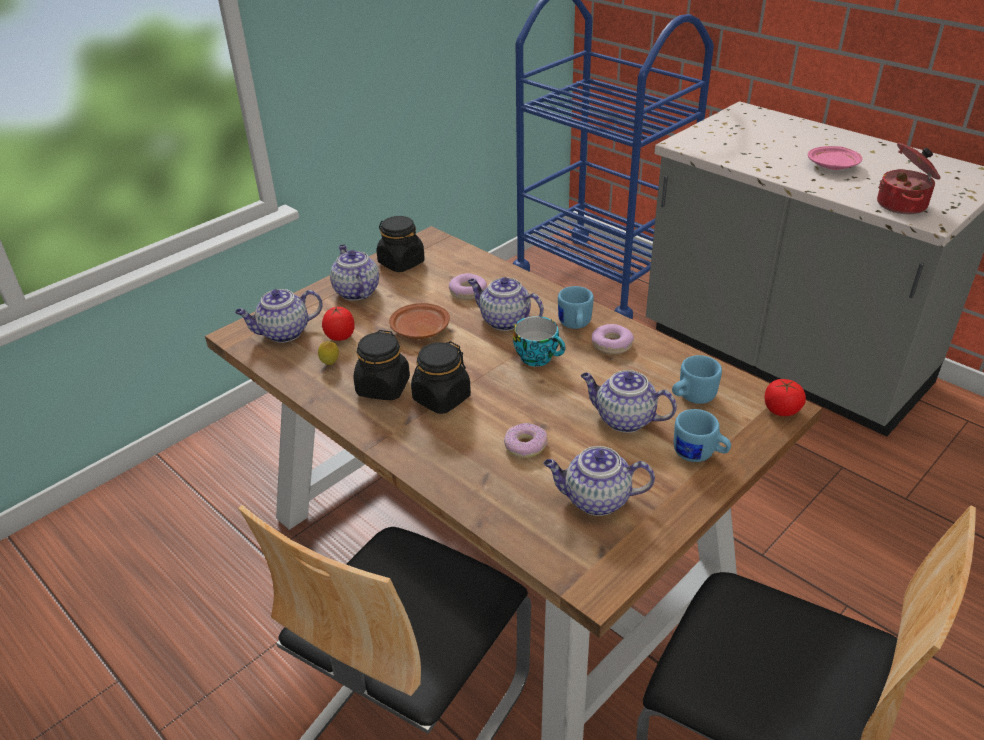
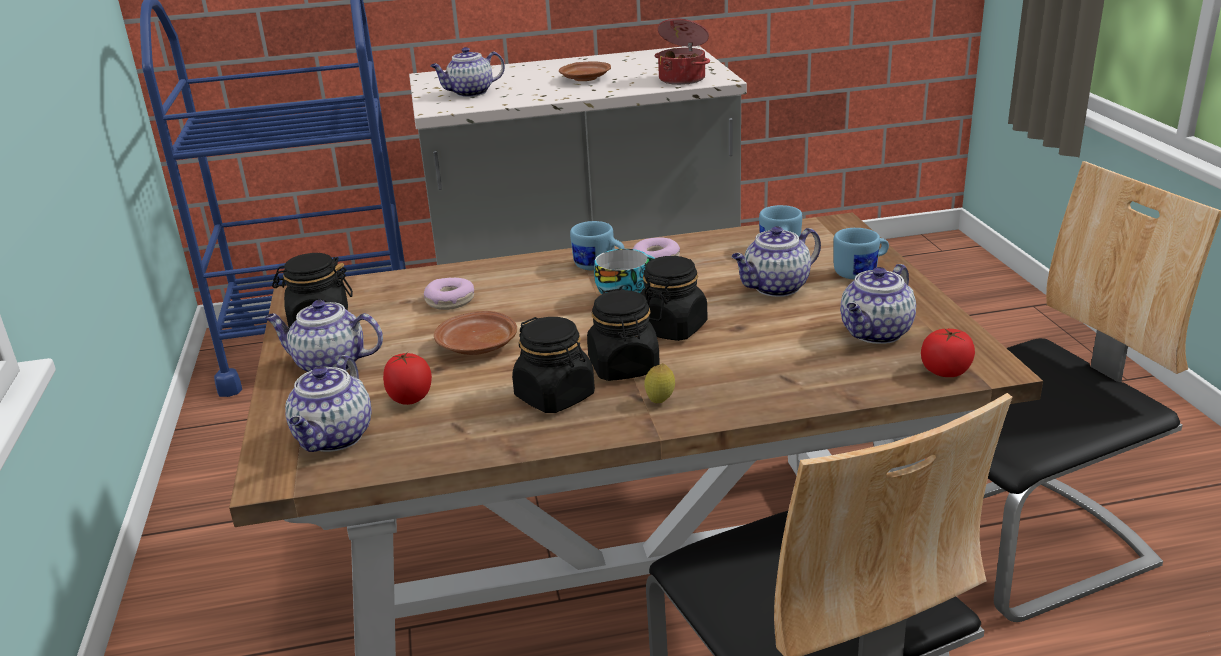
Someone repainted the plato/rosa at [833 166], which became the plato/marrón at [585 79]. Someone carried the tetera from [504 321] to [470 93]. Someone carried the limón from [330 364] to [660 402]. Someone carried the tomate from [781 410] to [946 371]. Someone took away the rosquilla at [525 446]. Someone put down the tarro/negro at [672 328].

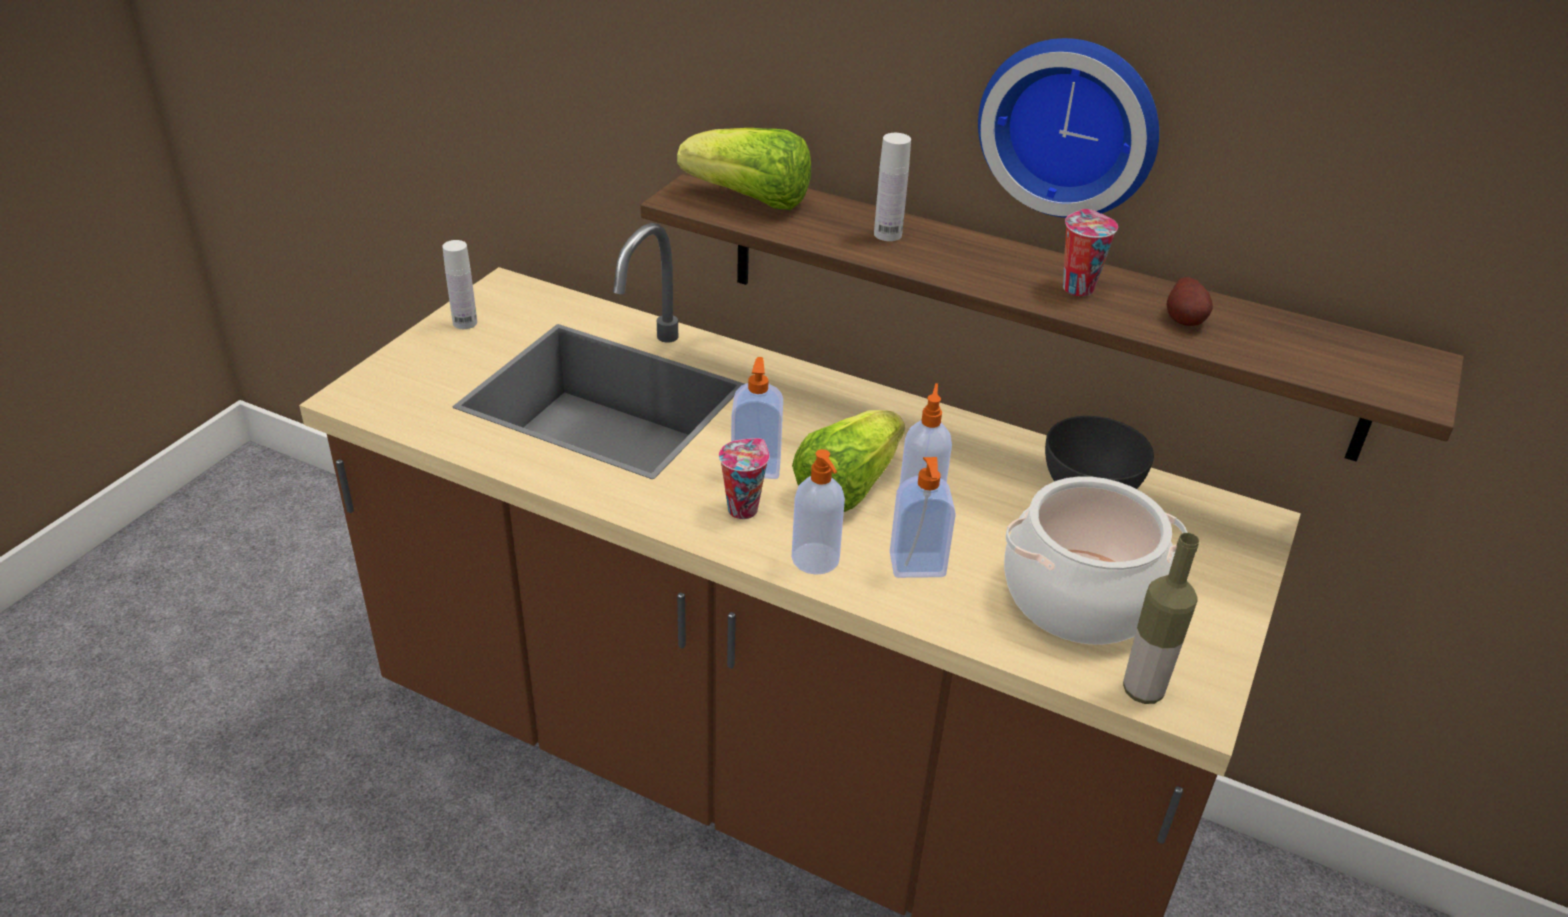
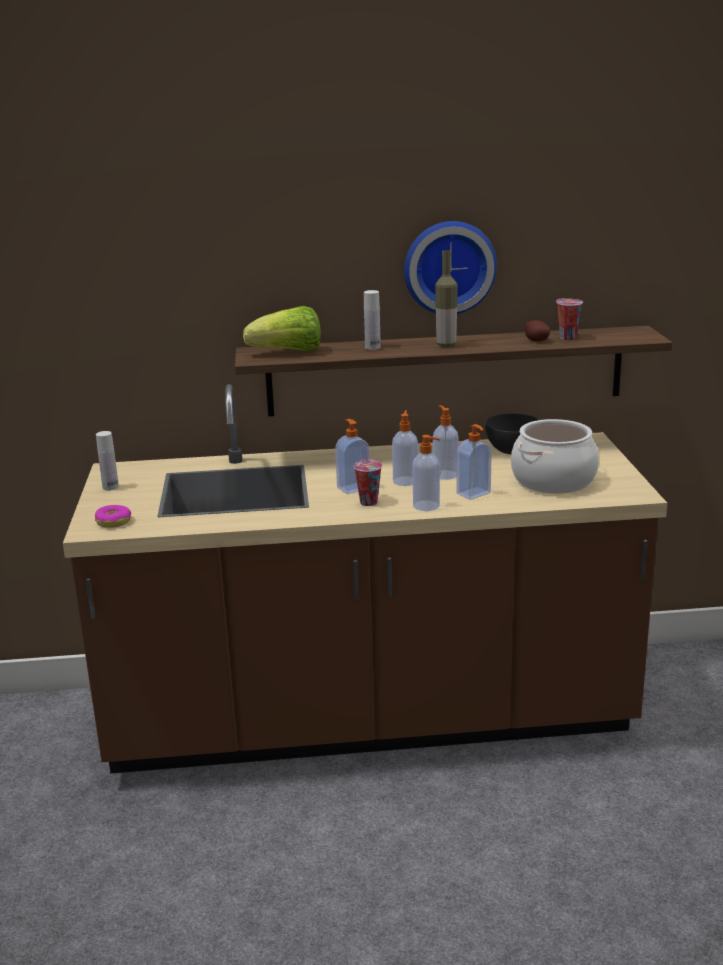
Someone carried the taza from [1076 287] to [566 338]. Someone swapped the lechuga at [847 486] for the dispensador de jabón at [405 481]. Someone carried the botella from [1143 690] to [446 345]. Someone put down the rosquilla at [113 522].

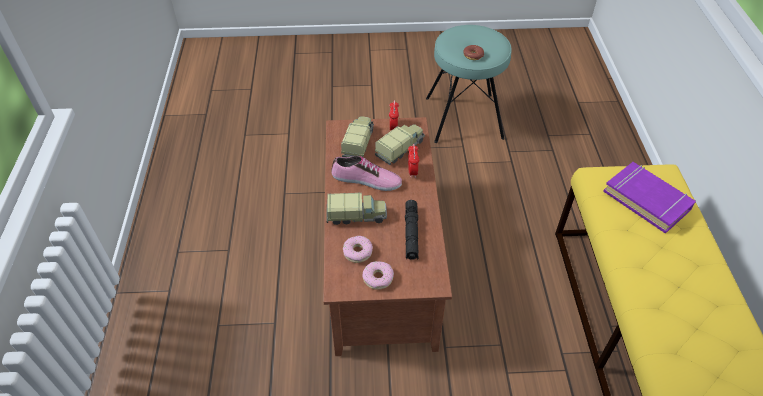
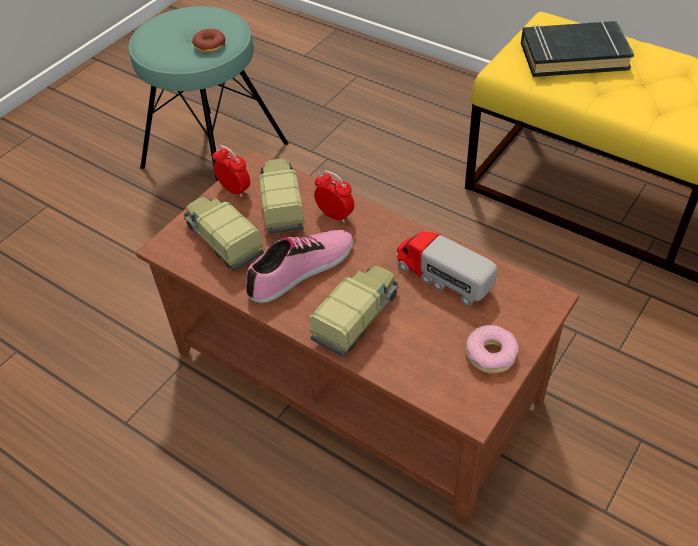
Someone repainted the libro/morado at [646 200], which became the libro/negro at [573 55]. Someone swapped the linterna/negro at [411 233] for the camión de juguete at [442 276]. Someone took away the rosquilla at [357 252].

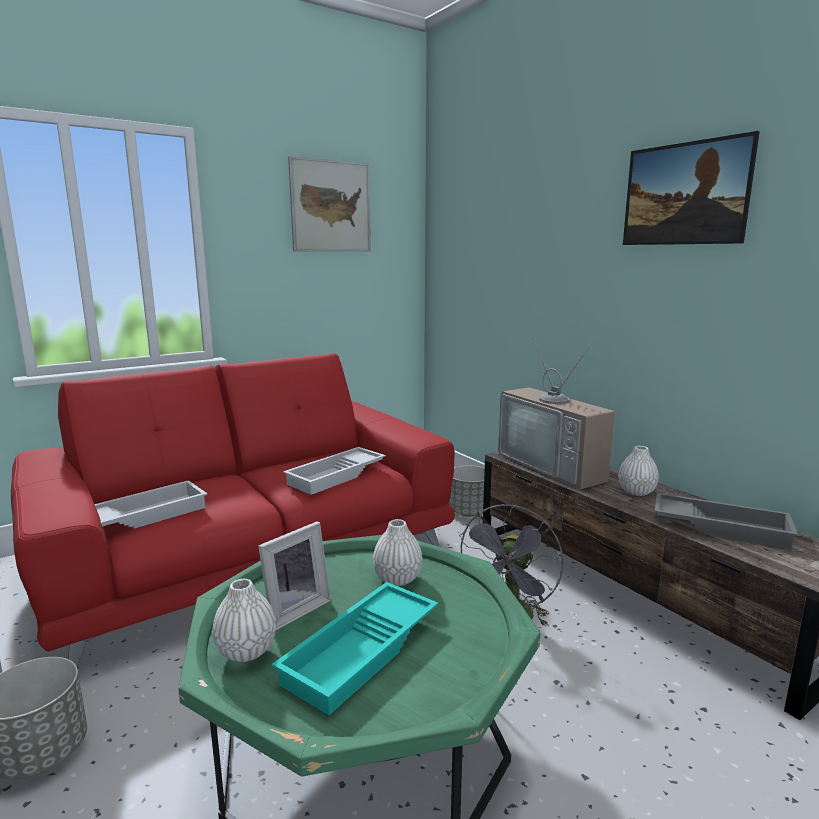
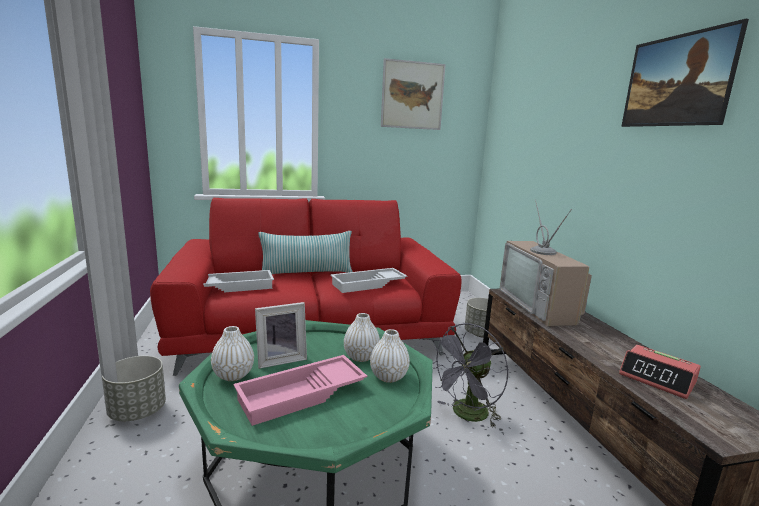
Someone carried the florero/blanco from [636 492] to [388 377]. Someone swapped the bandeja/gris at [720 526] for the despertador at [657 379]. Someone repainted the bandeja/turquesa at [363 653], which became the bandeja/rosa at [301 395]. Someone put down the cojín at [307 273].

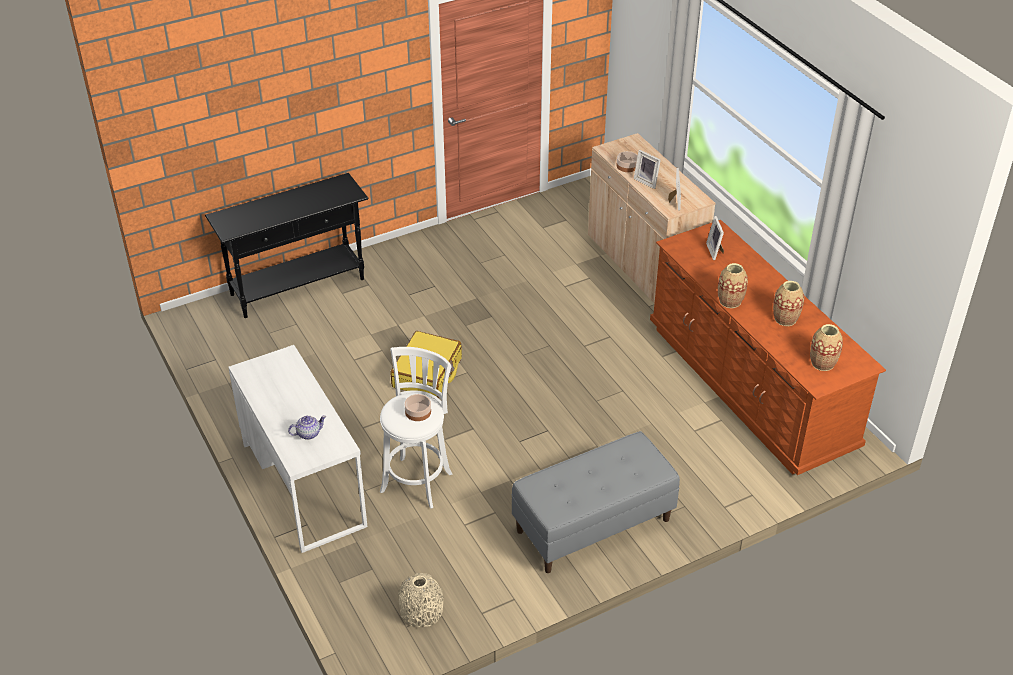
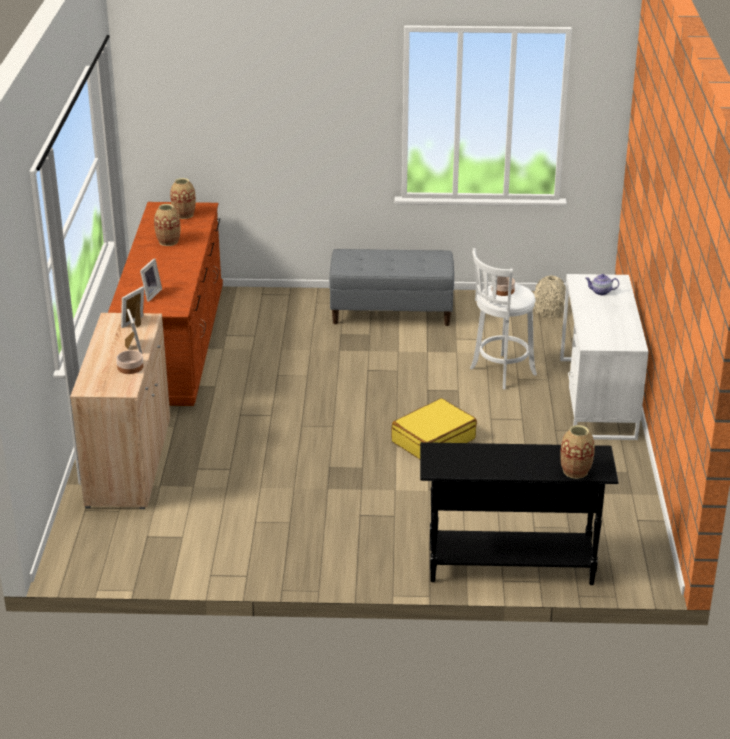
Someone carried the florero from [730 301] to [575 471].

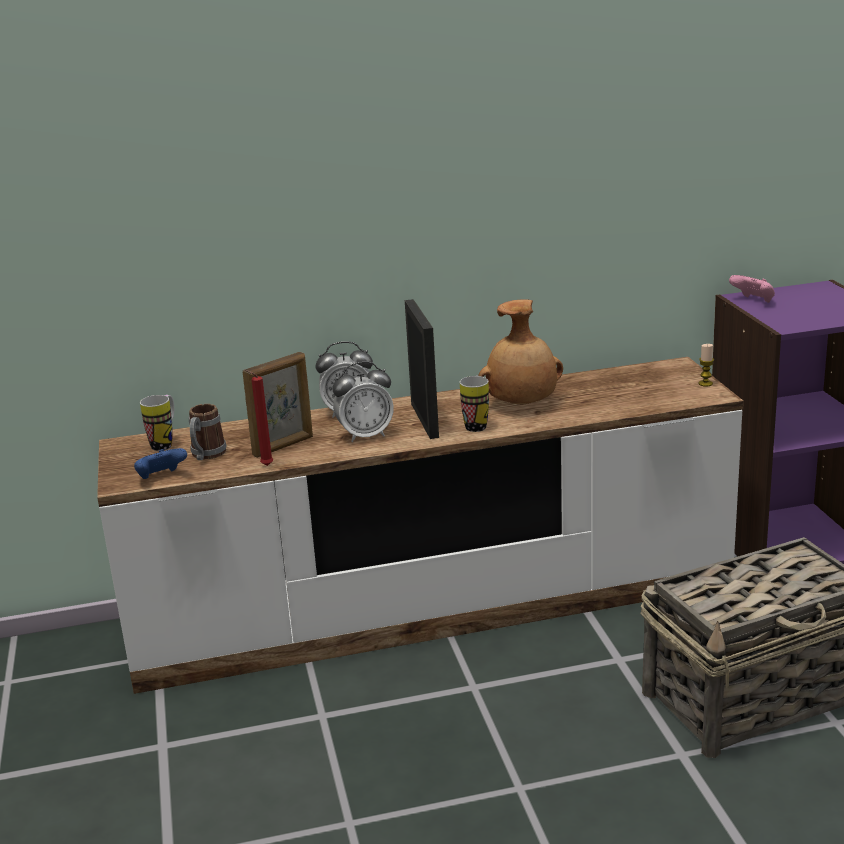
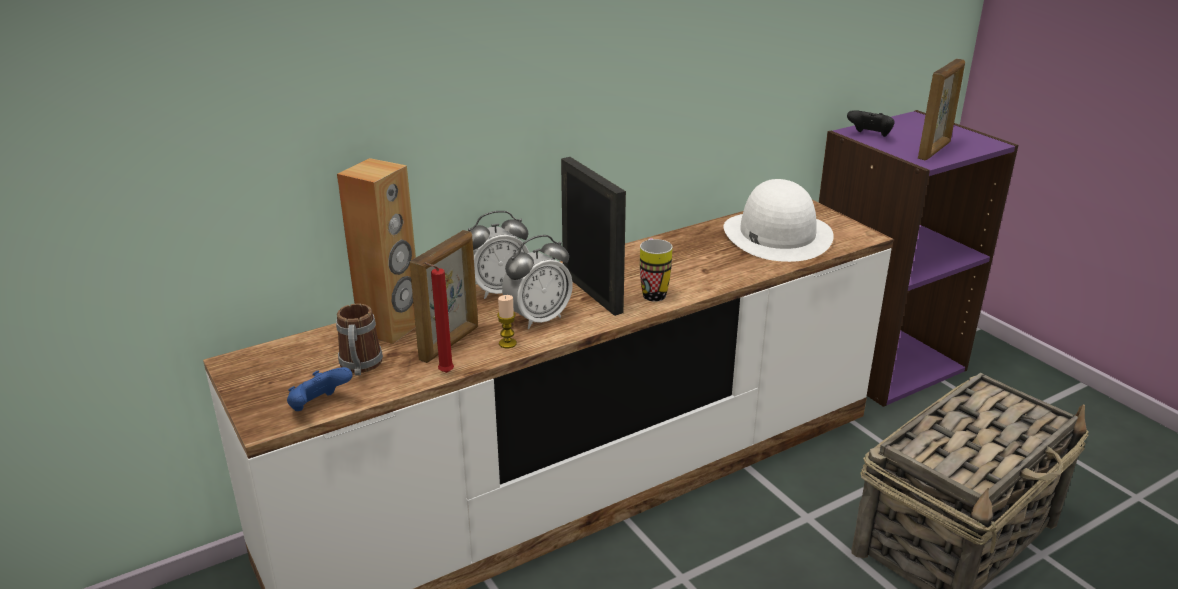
Someone repainted the mando de consola/rosa at [753 301], which became the mando de consola/negro at [869 136]. Someone took away the florero/marrón at [522 404]. Someone carried the vela from [705 383] to [507 343]. Someone took away the taza grande at [165 443]. Someone put down the portarretratos at [934 151]. Someone put down the altavoz/marrón at [391 328]. Someone put down the sombrero/blanco at [777 235].

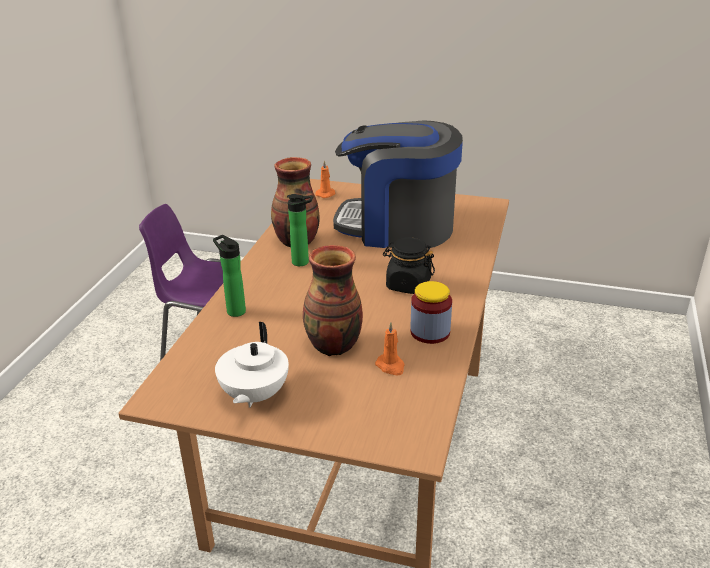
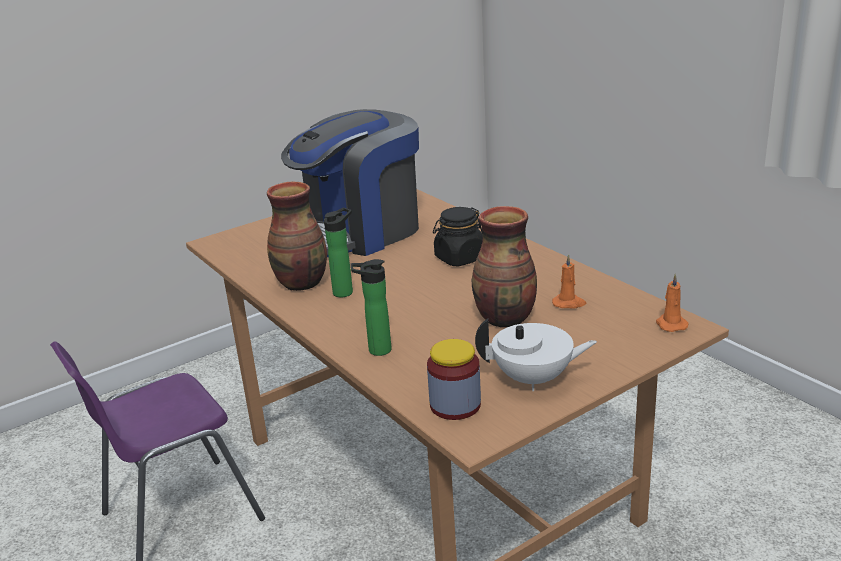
Someone carried the vela/naranja from [326 194] to [670 324]. Someone carried the tarro from [430 332] to [455 405]. Someone rotated the tetera/blanco at [254 395] by 45 degrees counterclockwise.

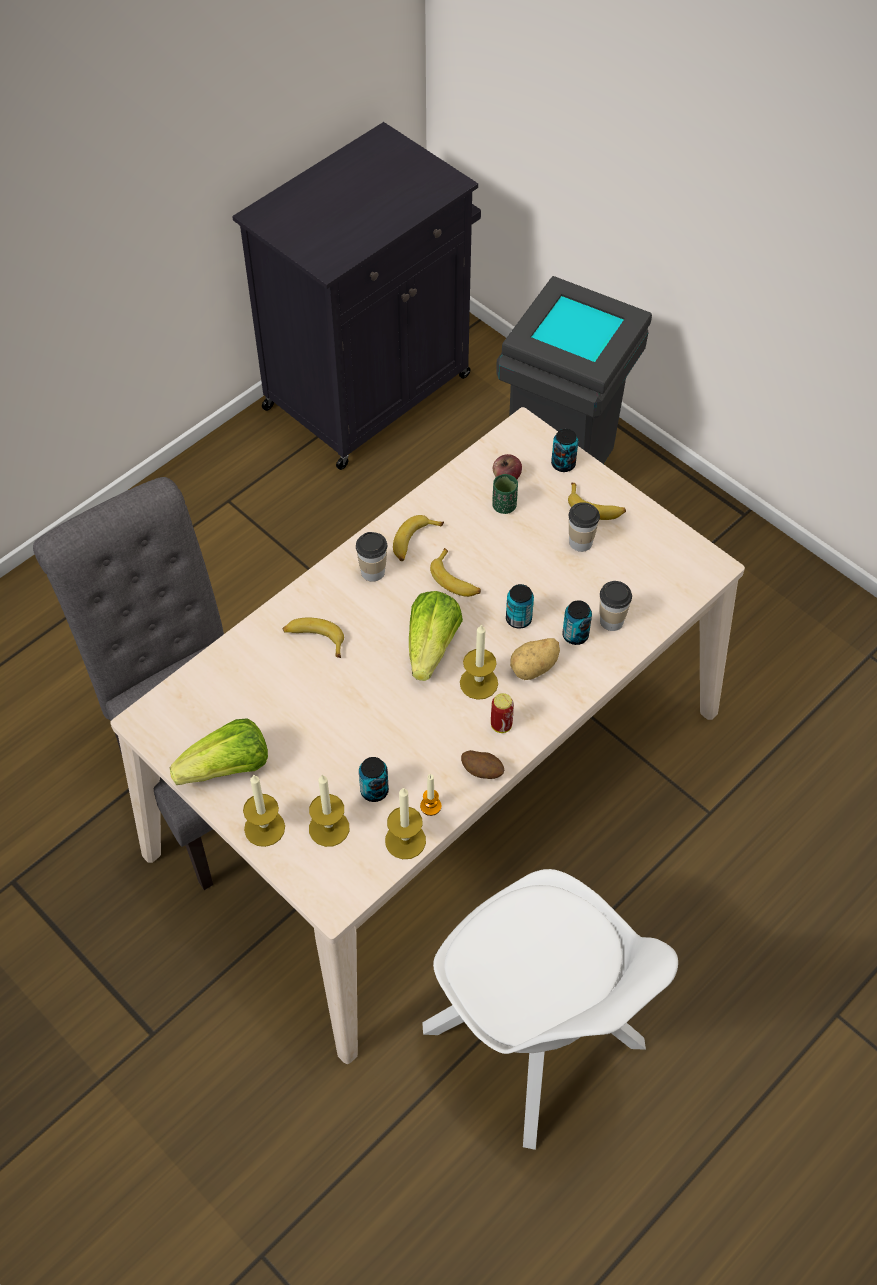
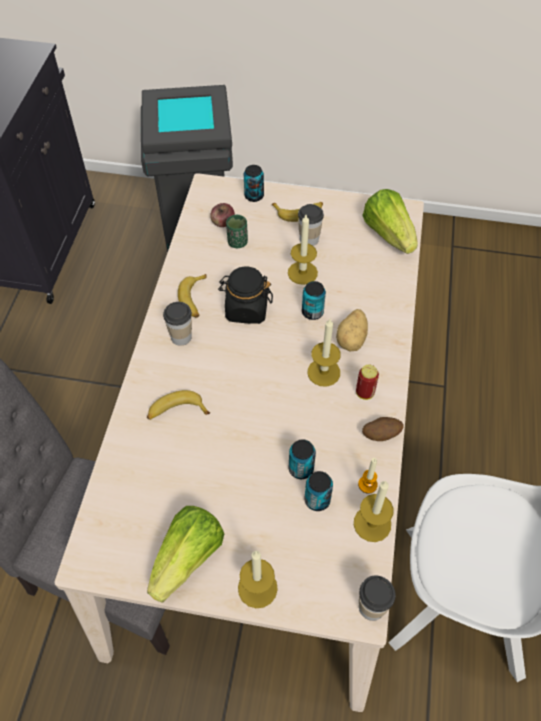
Someone swapped the plátano at [456 579] for the tarro/negro at [246 309]. Someone carried the taza from [611 621] to [371 607]. Someone carried the lechuga from [432 646] to [388 234]. Someone carried the lata from [575 635] to [301 468]. Someone carried the vela from [329 828] to [302 273].

